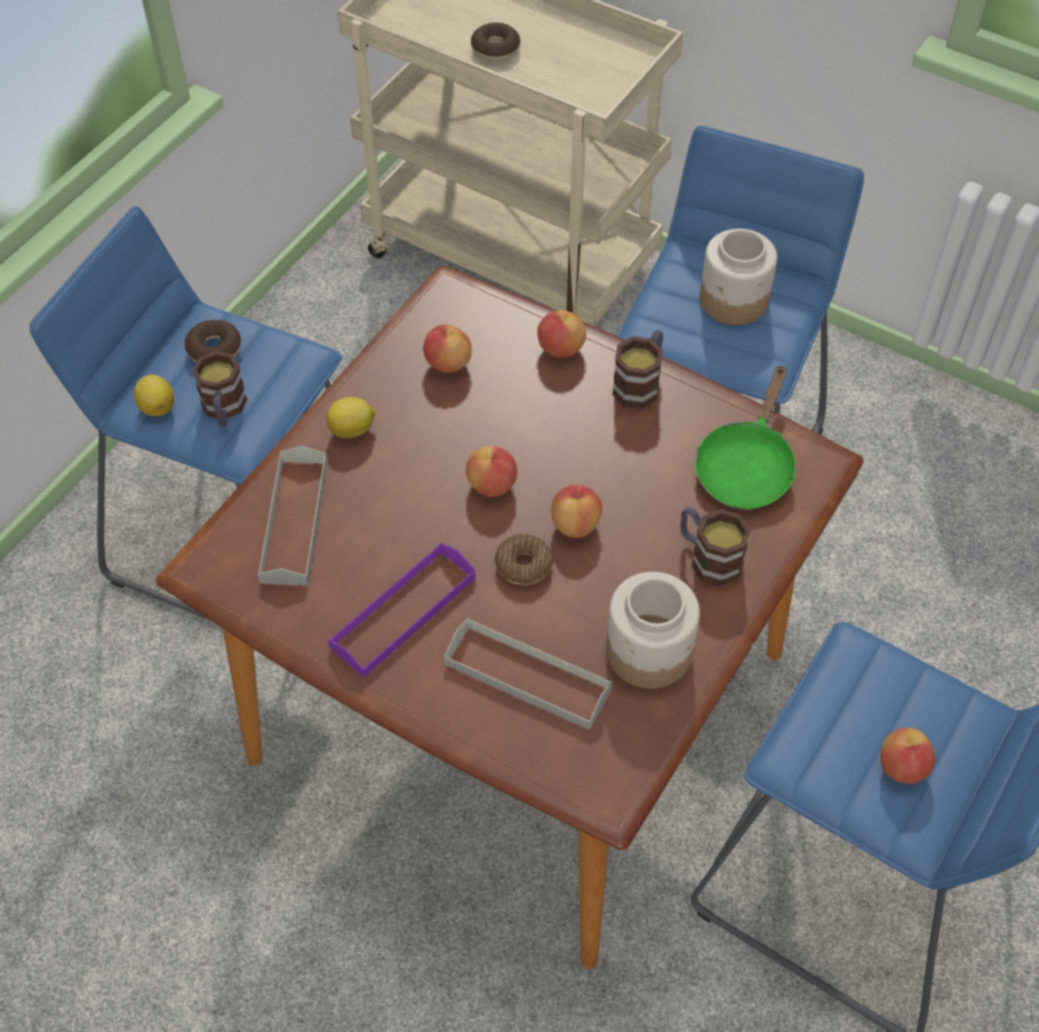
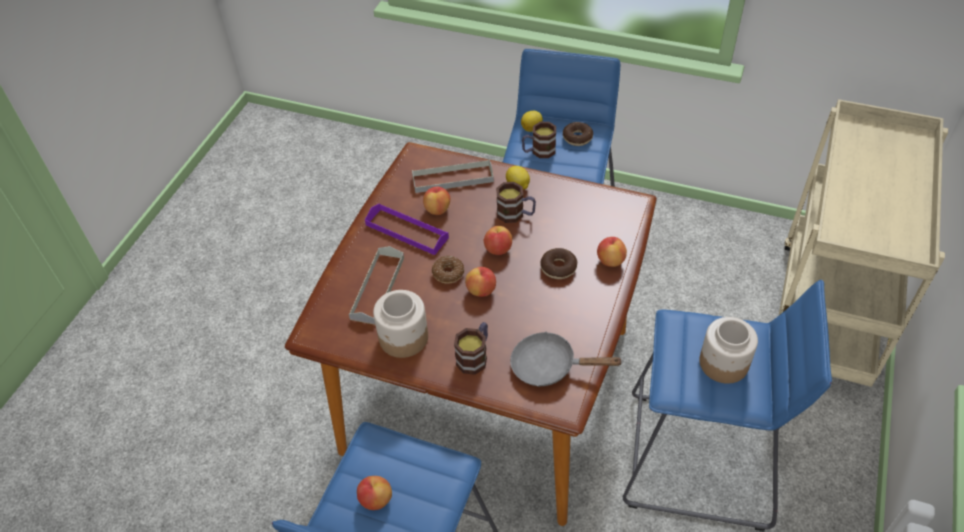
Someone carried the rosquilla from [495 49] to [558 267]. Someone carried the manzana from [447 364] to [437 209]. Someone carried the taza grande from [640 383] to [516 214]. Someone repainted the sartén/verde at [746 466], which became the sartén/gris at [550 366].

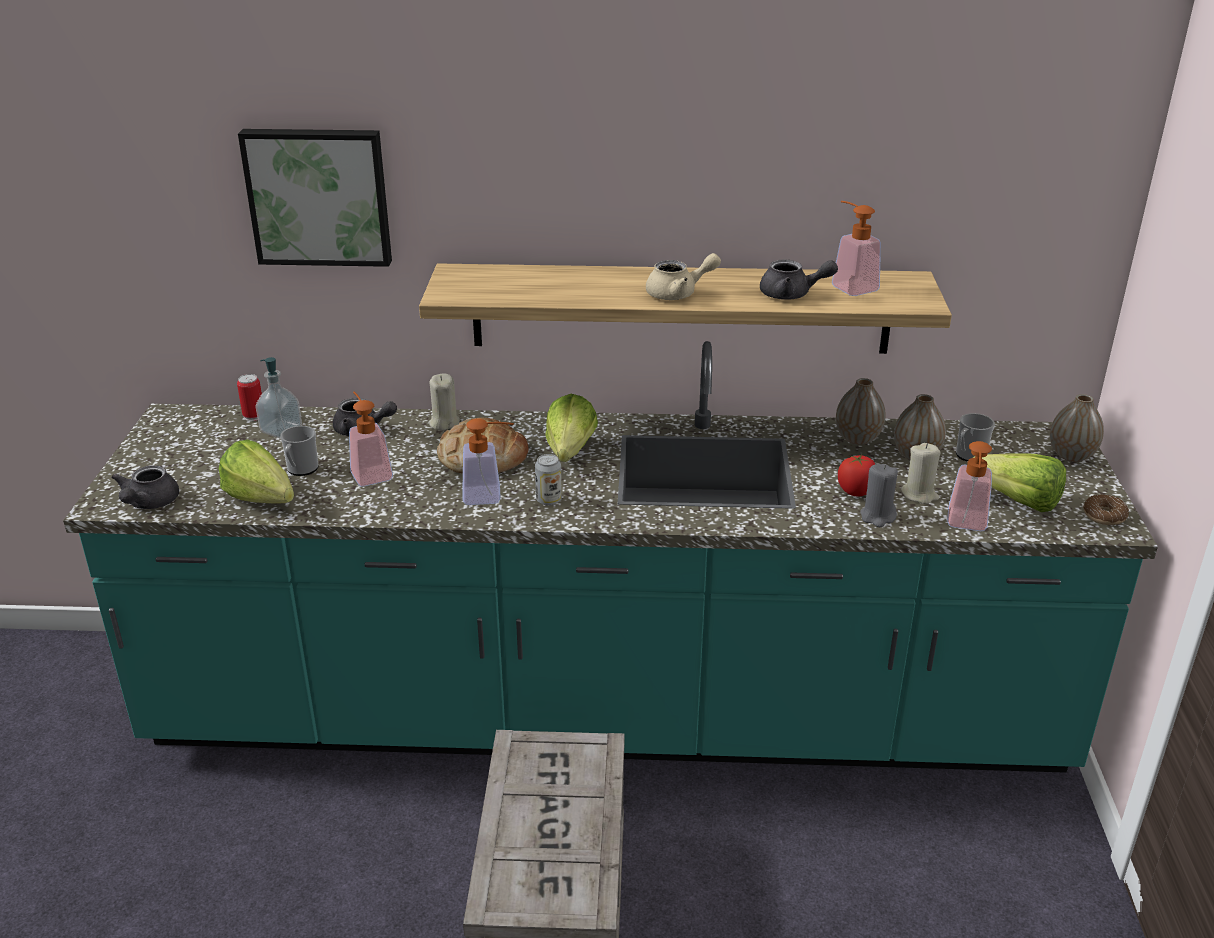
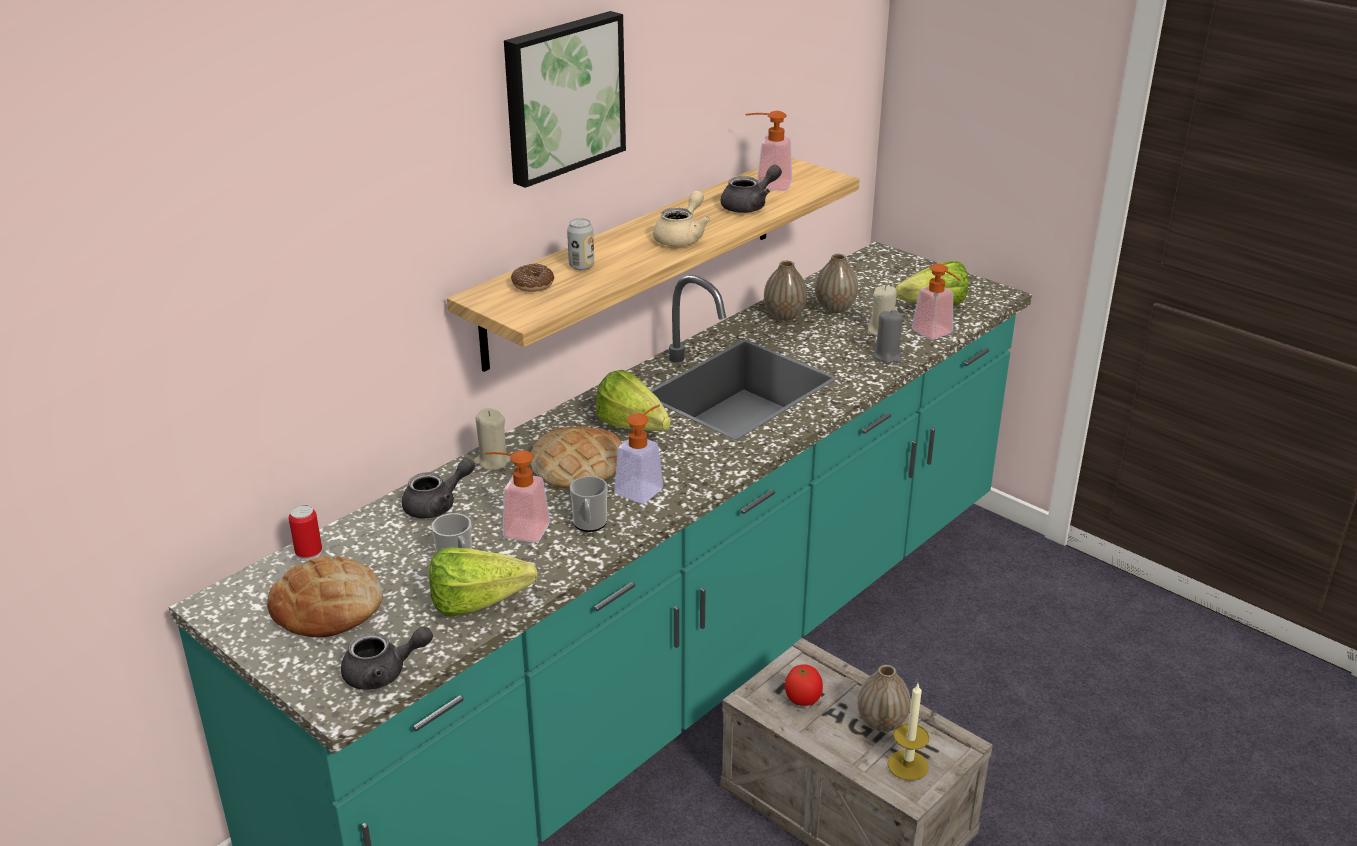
Someone carried the cuadro from [319 196] to [562 96]. Someone took away the dispensador de jabón at [281 430]. Someone carried the florero from [1071 455] to [881 722]. Someone carried the taza grande from [968 456] to [589 524]. Someone carried the lata from [549 500] to [581 266]. Someone carried the tomate from [856 491] to [802 699]. Someone rotated the tetera/gris at [148 503] by 60 degrees counterclockwise. Someone carried the rosquilla from [1104 516] to [532 285]. Someone put down the pan at [328 606]. Someone put down the vela at [907 765].

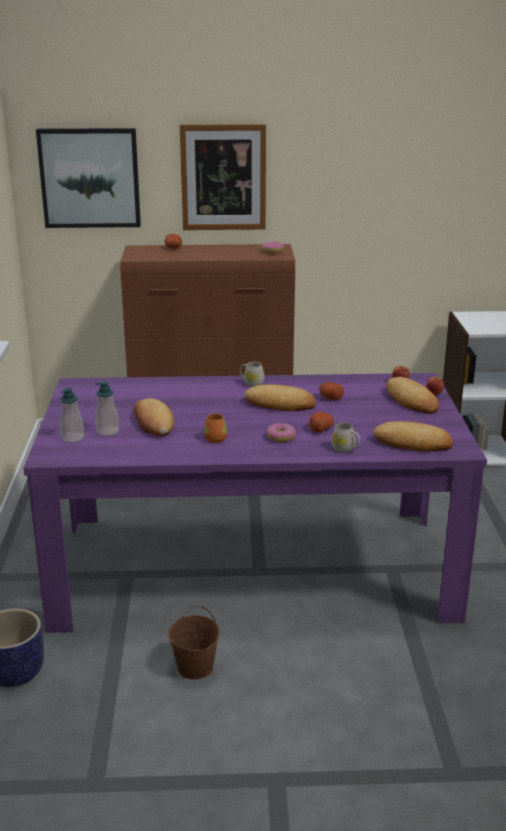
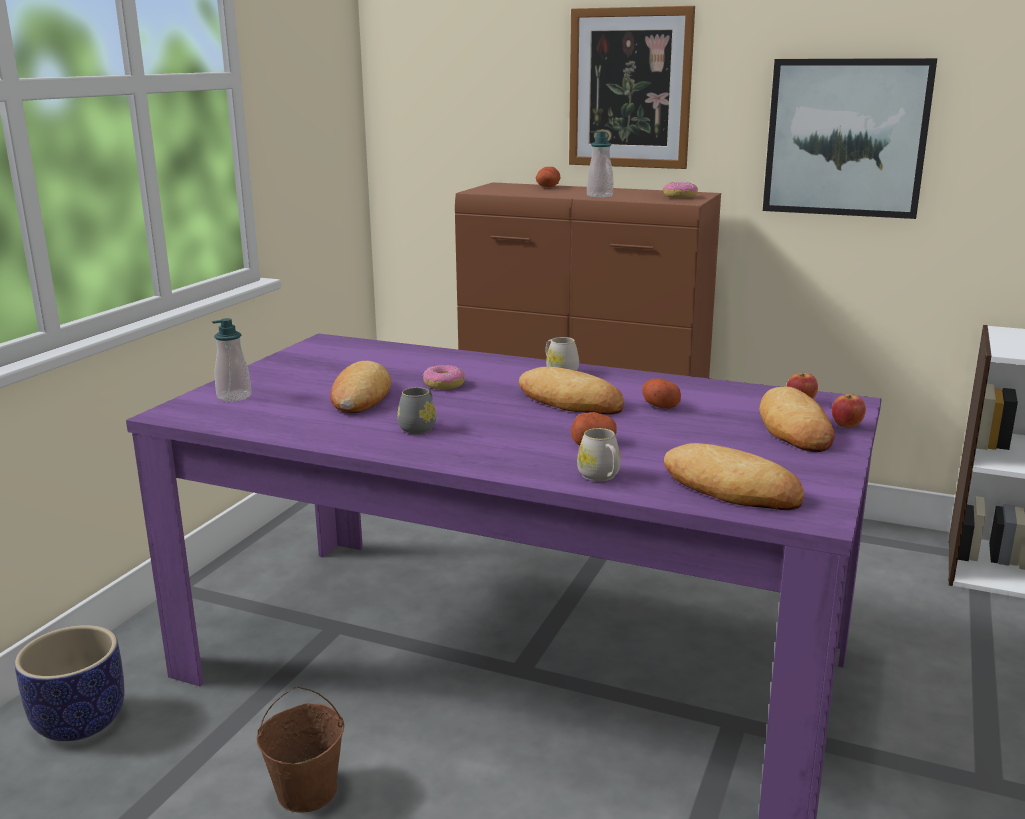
Someone carried the cuadro from [90 178] to [846 137]. Someone carried the dispensador de jabón from [107 431] to [599 196]. Someone repainted the taza grande/naranja at [215 437], which became the taza grande/gris at [419 427]. Someone carried the rosquilla from [280 437] to [443 385].

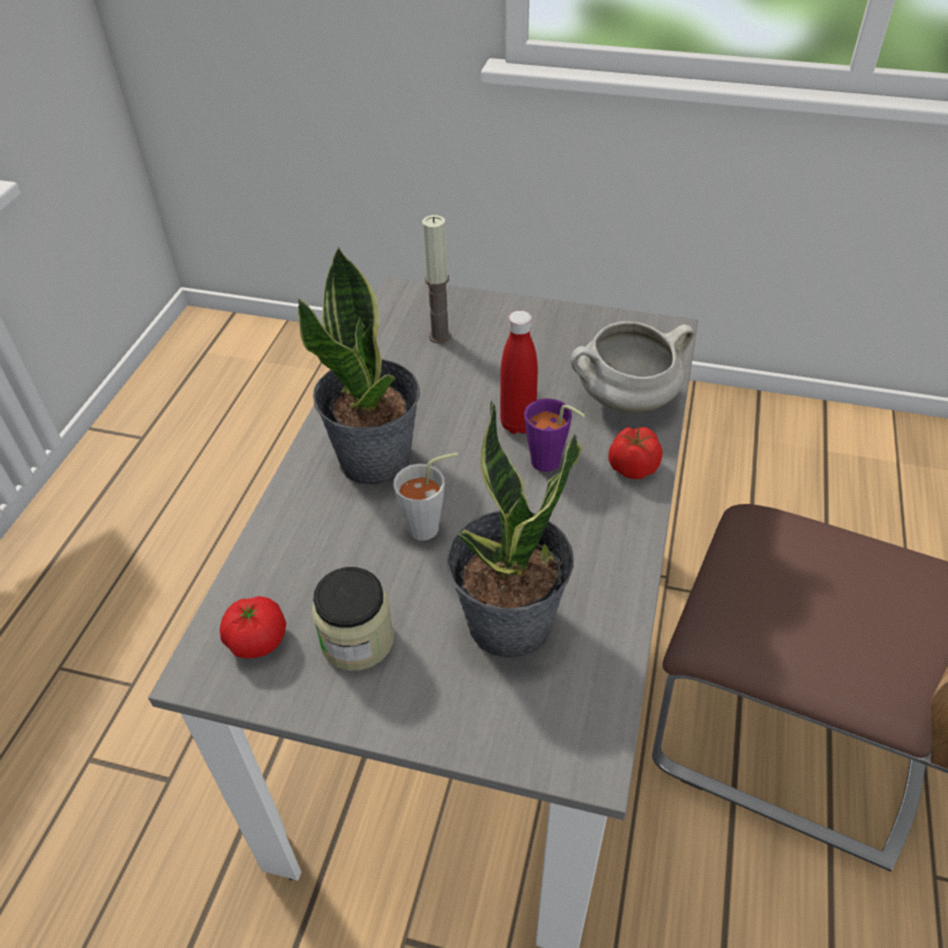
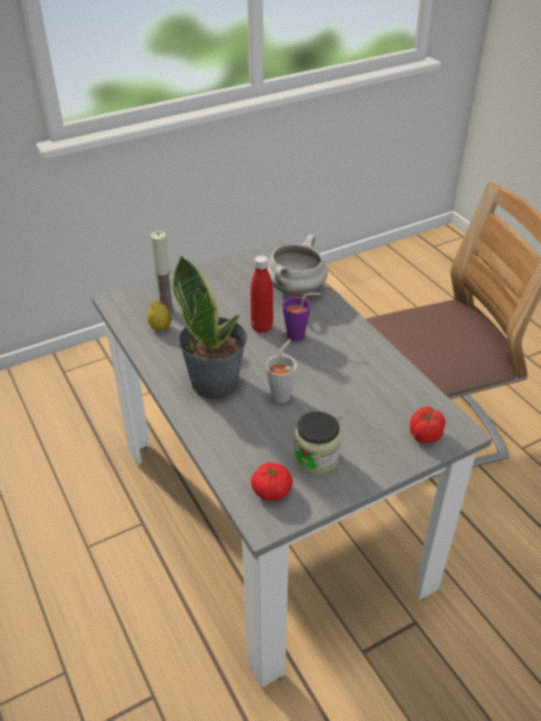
Someone took away the planta en maceta at [509 623]. Someone carried the tomate from [632 467] to [424 435]. Someone put down the limón at [160 328].

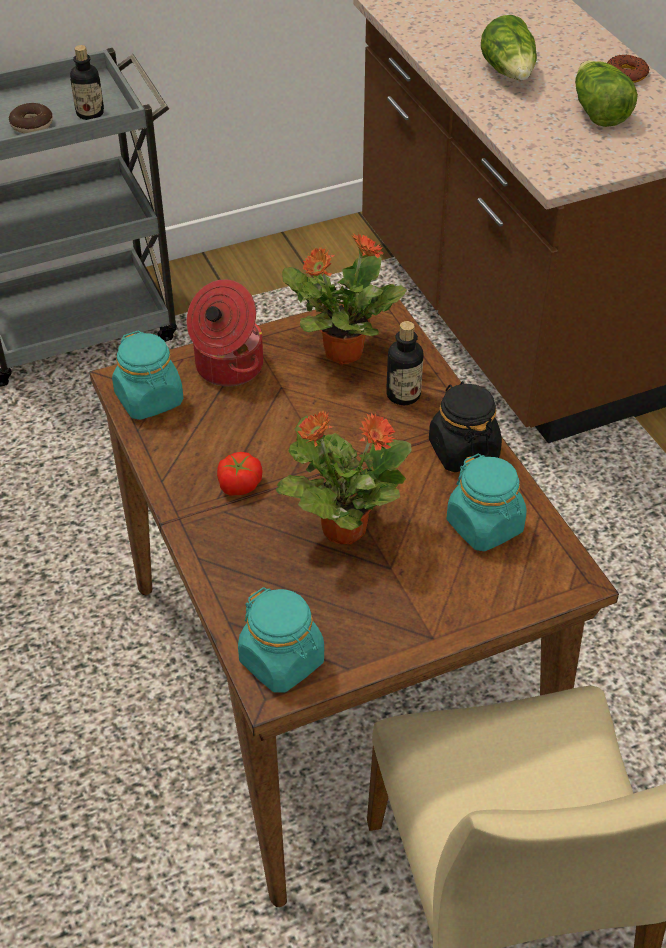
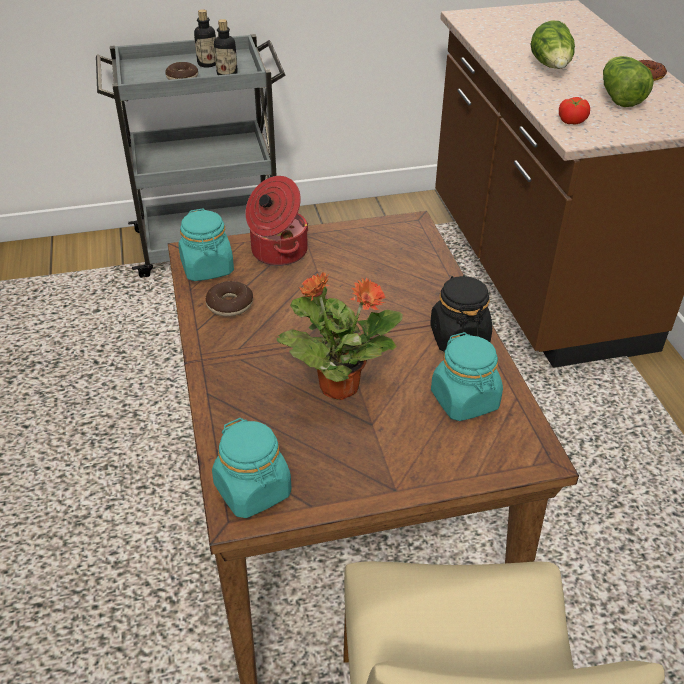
Someone took away the planta en maceta at [341 352]. Someone carried the botella from [403 395] to [207 64]. Someone carried the tomate from [239 484] to [571 120]. Someone put down the rosquilla at [230 305].

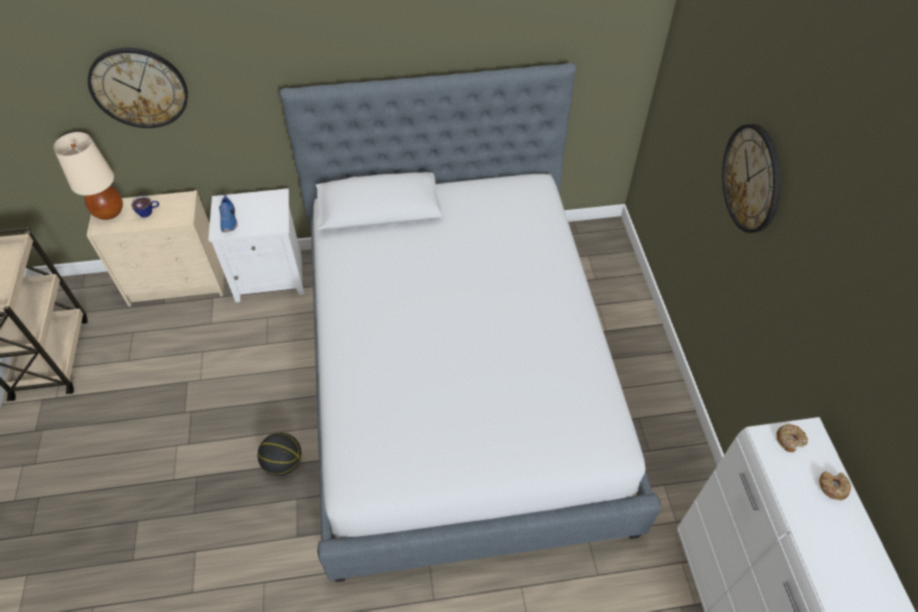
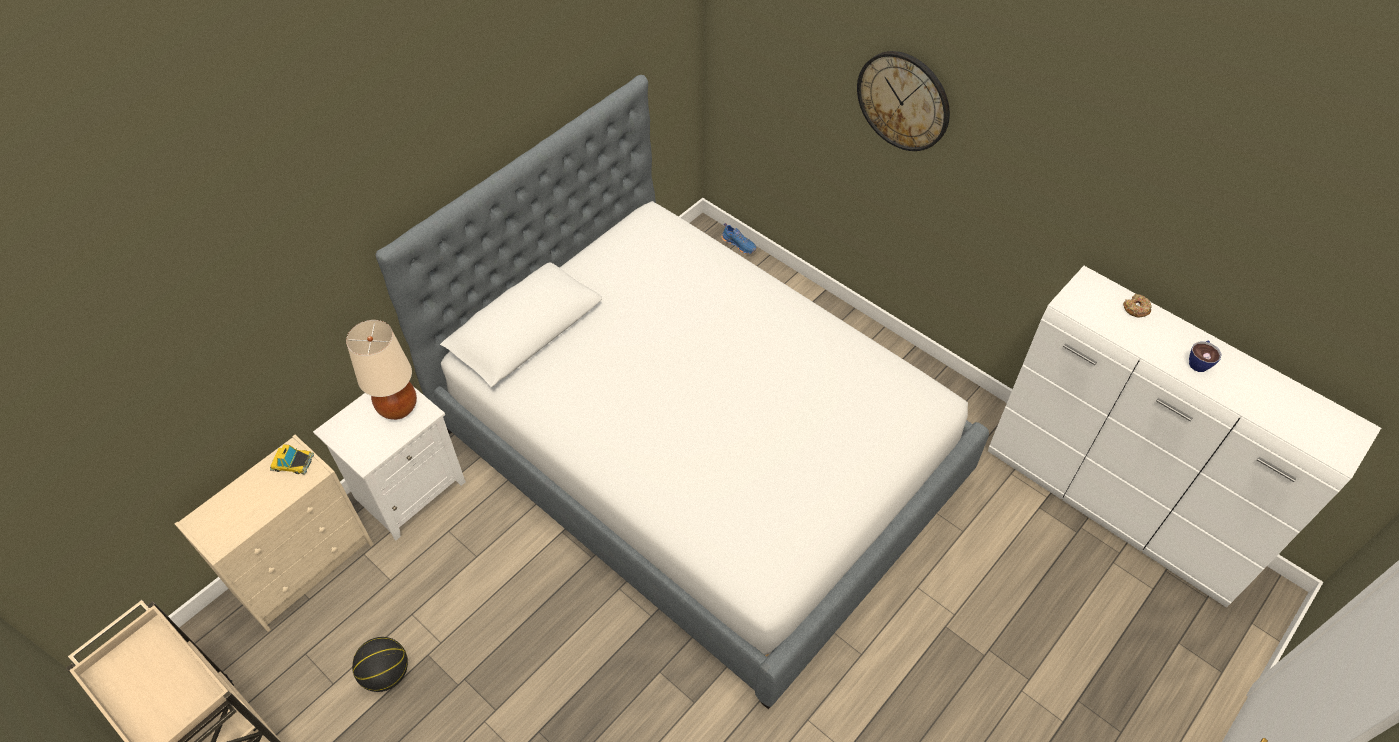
Someone took away the reloj de pared at [139 88]. Someone carried the lámpara de mesa/beis from [109 212] to [398 407]. Someone carried the zapato/azul from [229 220] to [739 244]. Someone carried the taza from [149 212] to [1199 362]. Someone took away the rosquilla at [789 440]. Someone carried the balón de baloncesto from [283 463] to [386 673]. Someone put down the coche de juguete at [292 462].

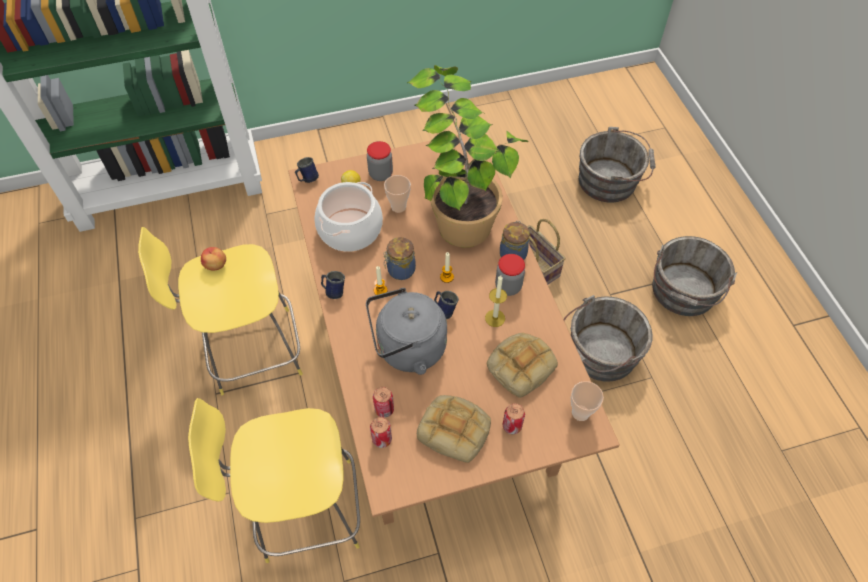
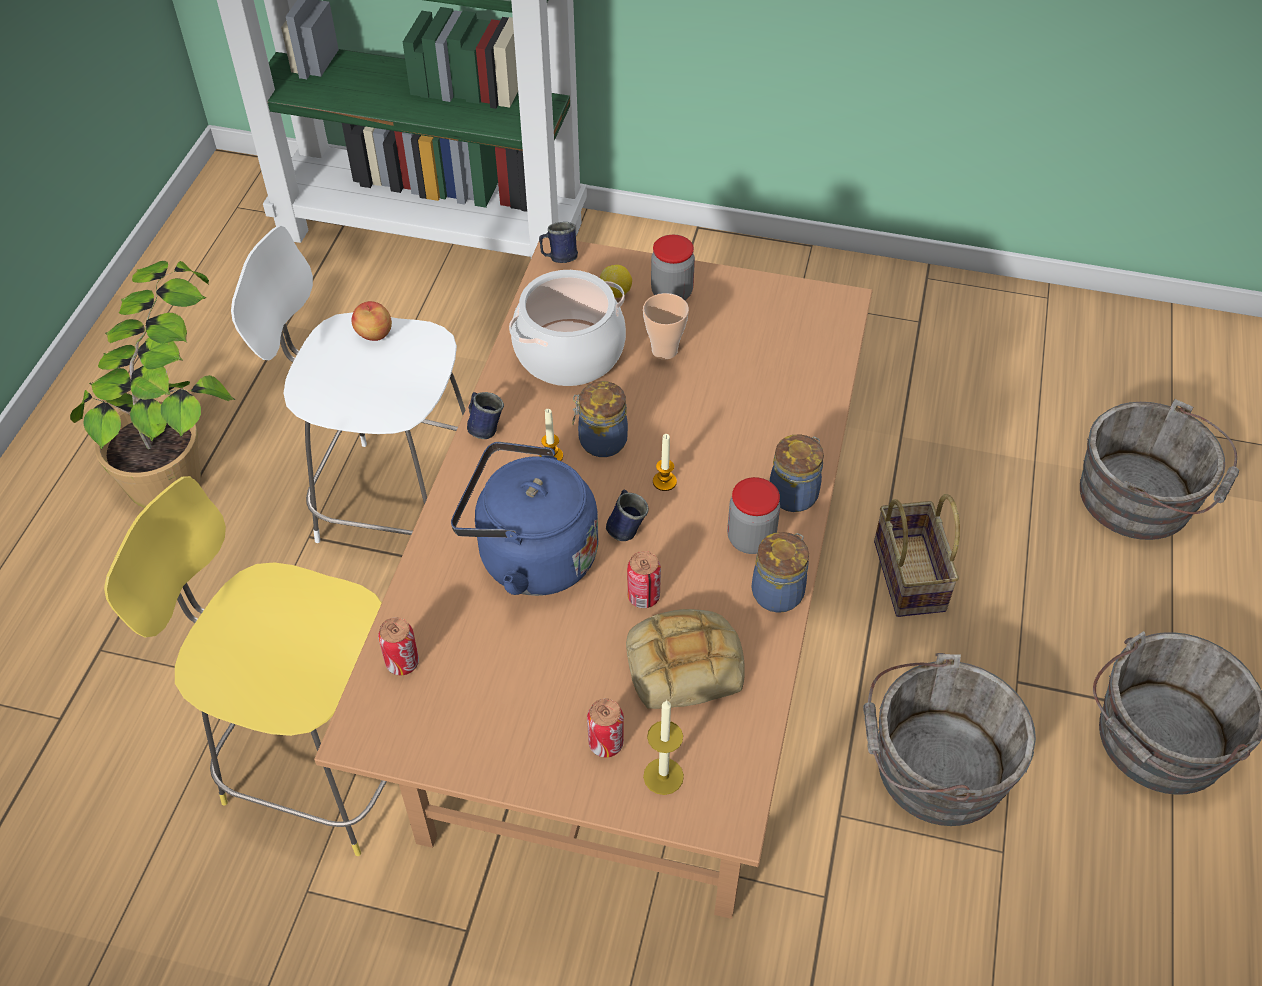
Someone carried the planta en maceta from [459 205] to [185 452]. Someone repainted the taburete/amarillo at [251 351], which became the taburete/blanco at [394 502]. Someone carried the vela from [495 318] to [663 776]. Someone repainted the hervidor/gris at [407 349], which became the hervidor/azul at [530 556]. Someone took away the taza at [580 413]. Someone carried the lata from [384 409] to [643 597]. Someone took away the pan at [455 430]. Someone put down the tarro at [779 591].

